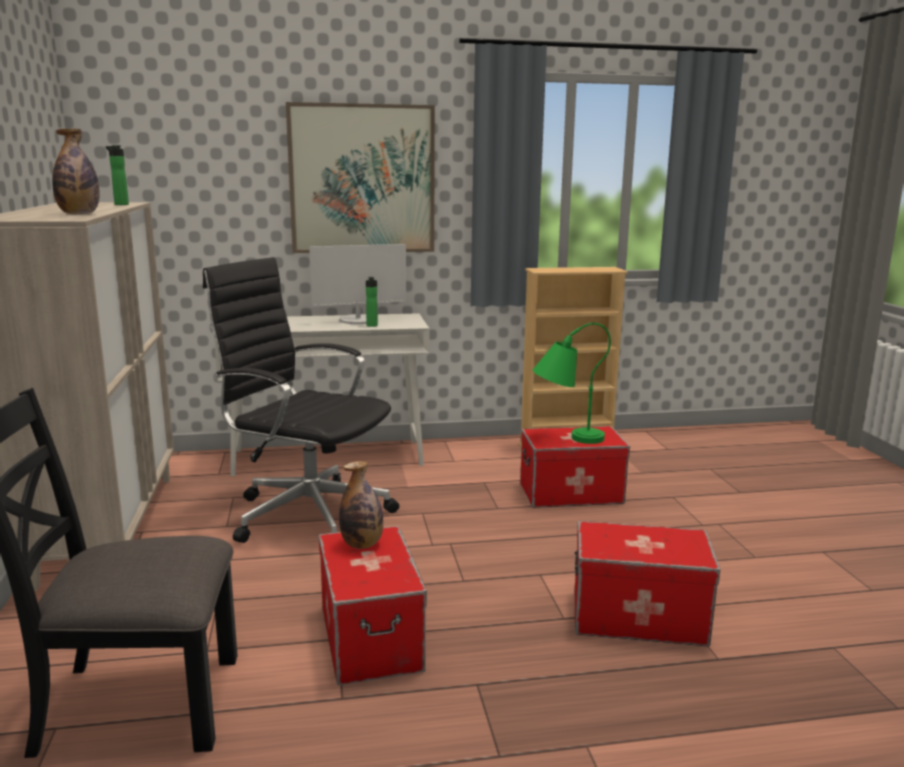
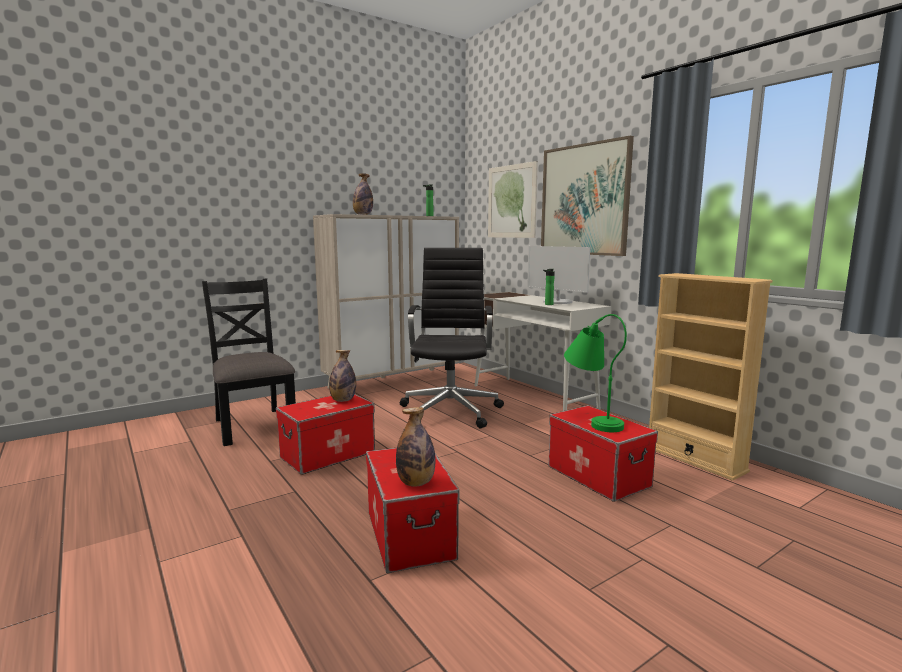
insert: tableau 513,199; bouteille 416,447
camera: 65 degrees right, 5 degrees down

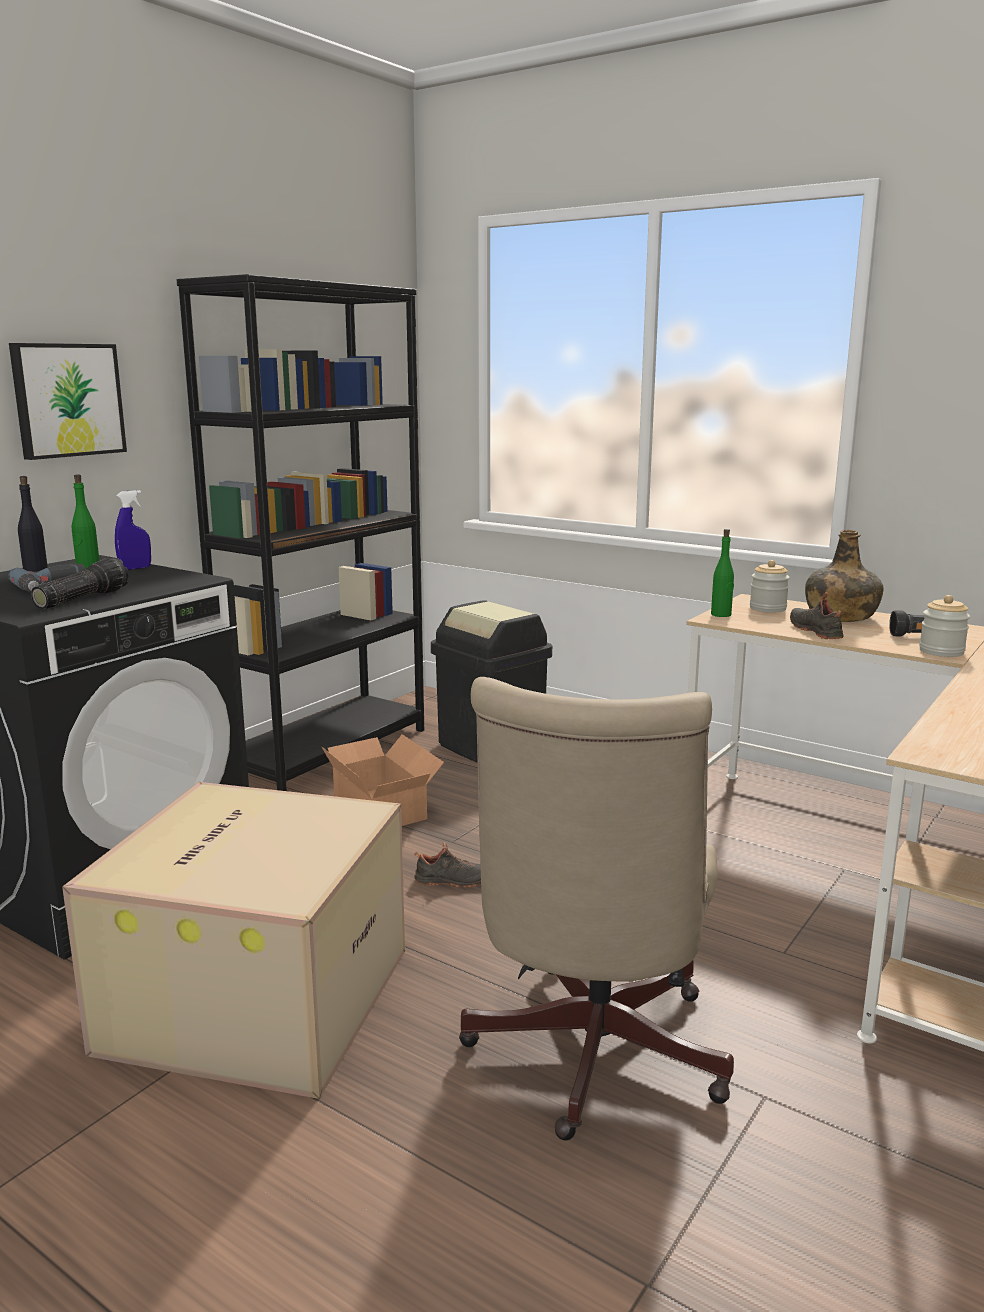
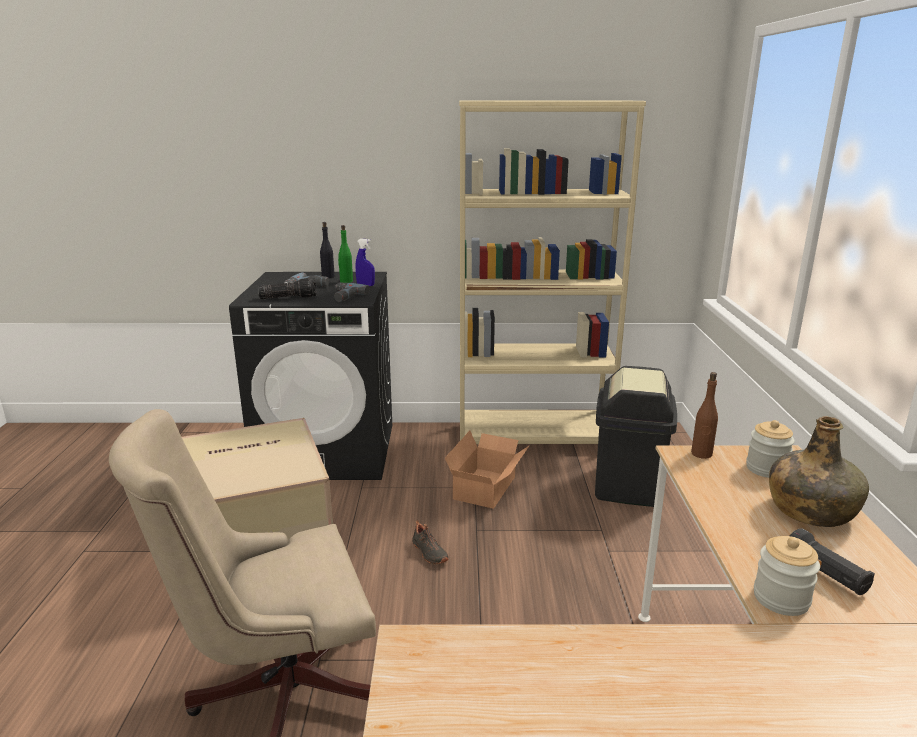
delete: tableau 68,401; chaussure [noir] 817,615
insert: perceuse 352,292
recolor: bibliothèque [noir] 300,532 to bibliothèque [beige] 552,272; bouteille [vert] 722,573 to bouteille [marron] 704,415
camera: 55 degrees right, 5 degrees up

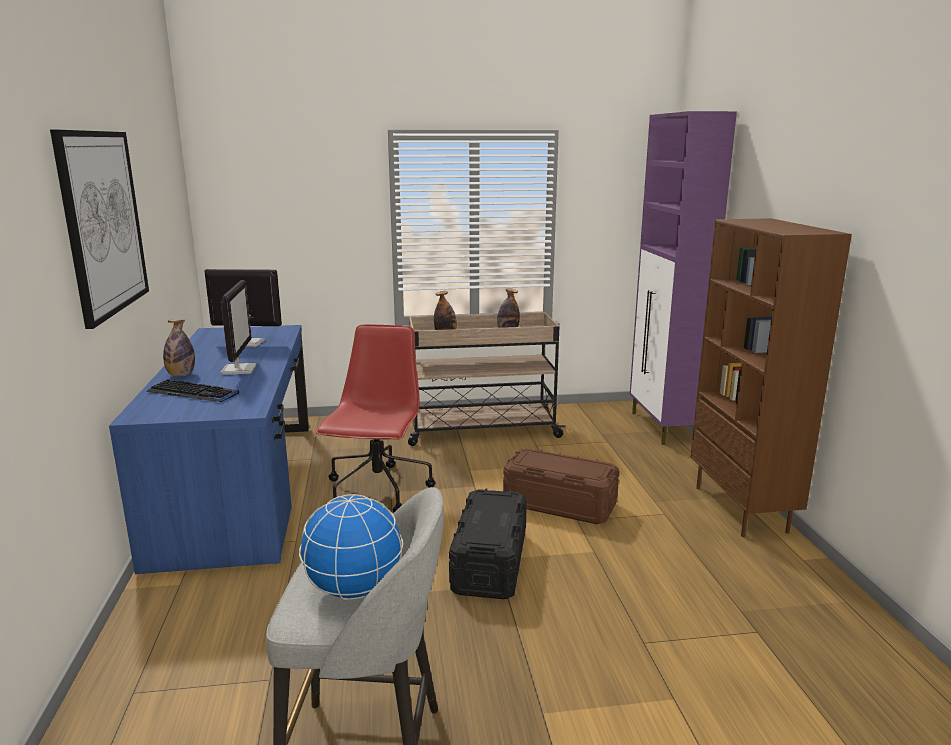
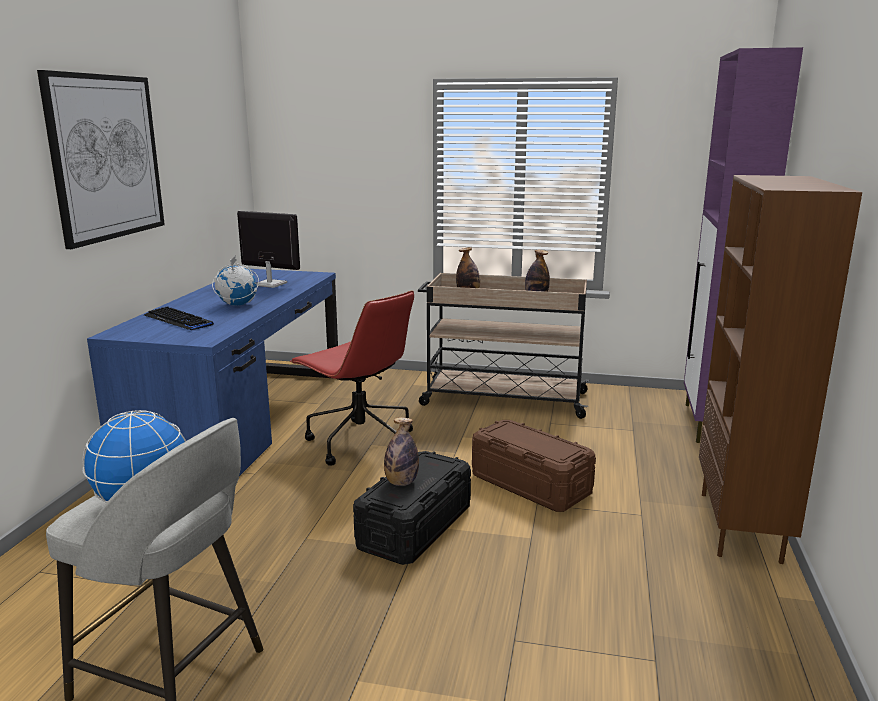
move: bouteille 179,347 to 401,451
replace: écran d'ordinateur 239,327 to globe 235,280
rotate: chaise de bureau [rouge] 376,418 = 352,377 105 degrees clockwise
camera: 20 degrees right, 0 degrees up

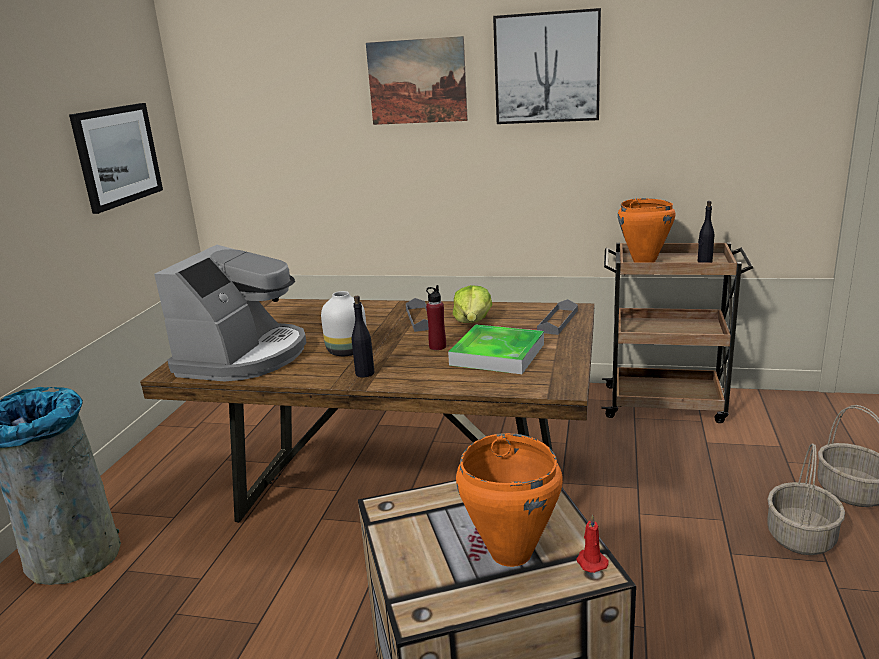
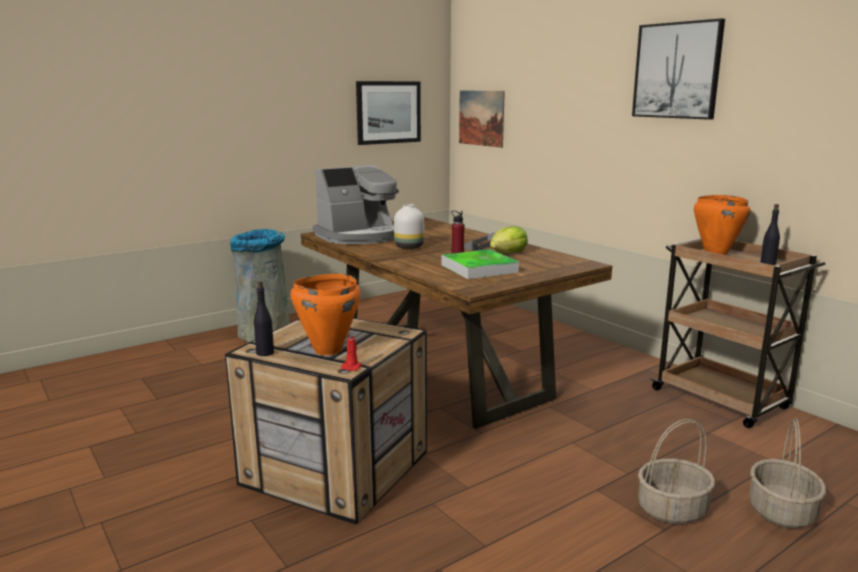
delete: plateau [gris] 557,317
move: tableau 417,80 to 482,119; bouteille [noir] 363,336 to 264,318
camera: 40 degrees right, 5 degrees down

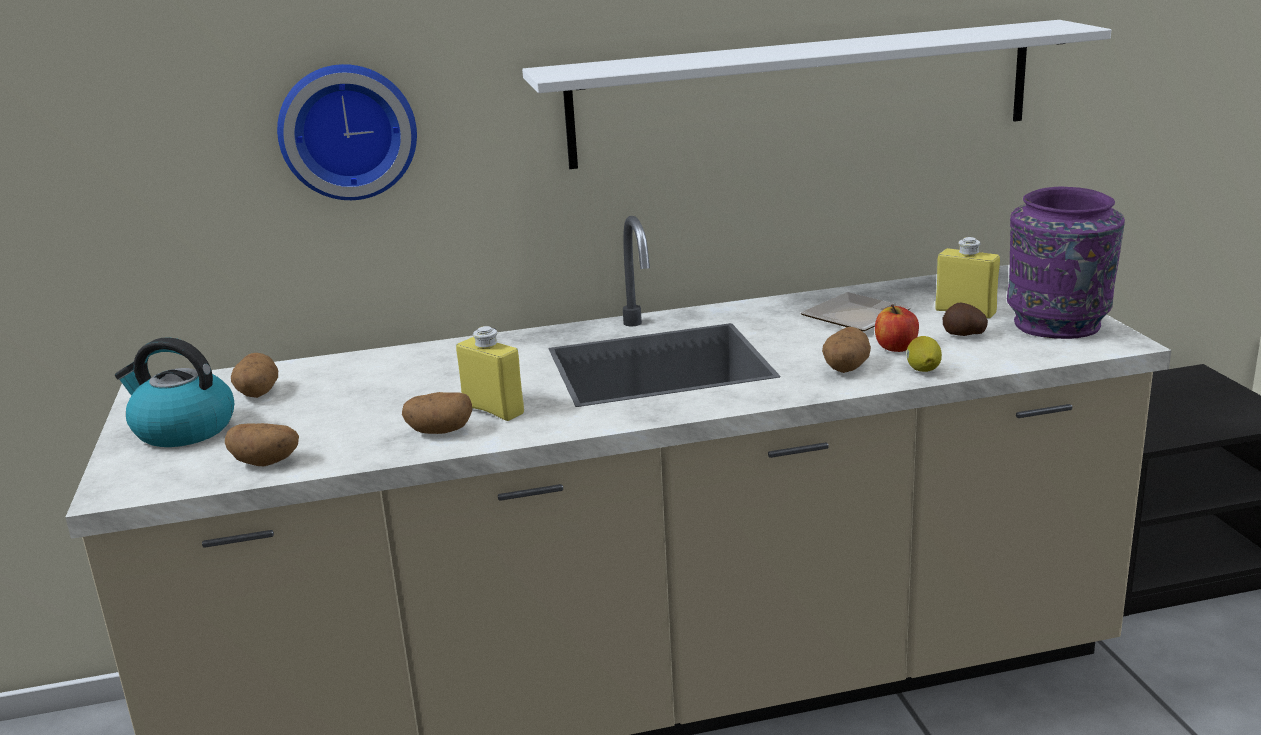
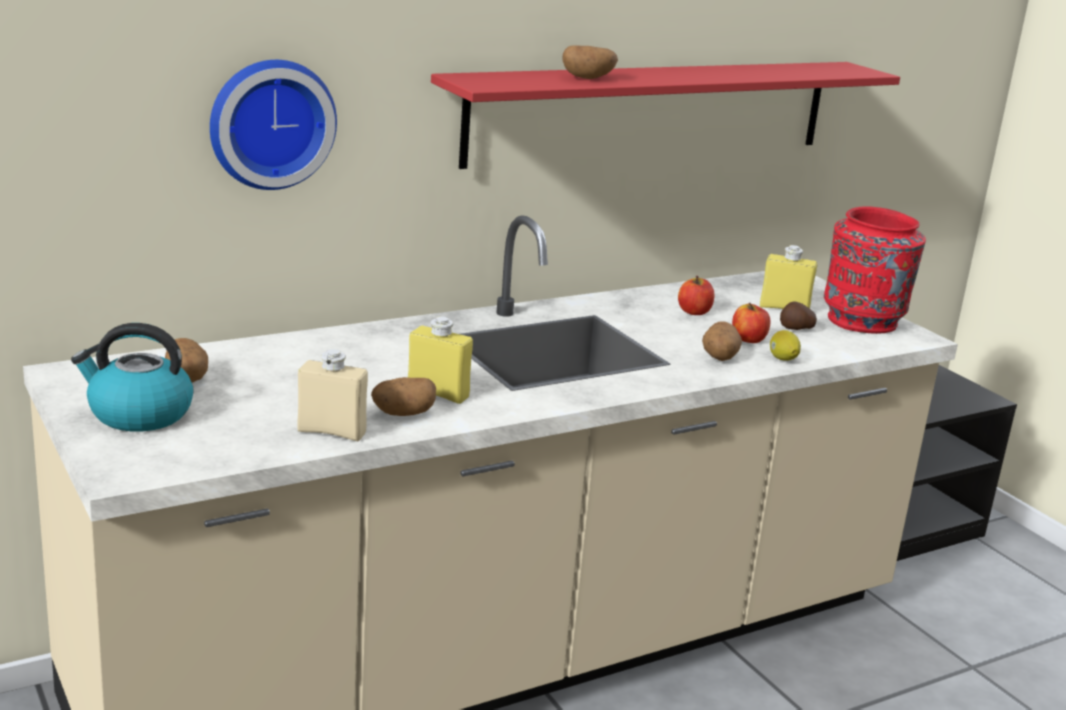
insert: bouteille [beige] 332,395
move: pomme de terre 262,444 to 590,62
replace: assiette 855,311 to pomme 696,295
recolor: étagère [blanc] 816,94 to étagère [rouge] 665,115; vase [violet] 1066,263 to vase [rouge] 875,270
camera: 20 degrees left, 0 degrees up

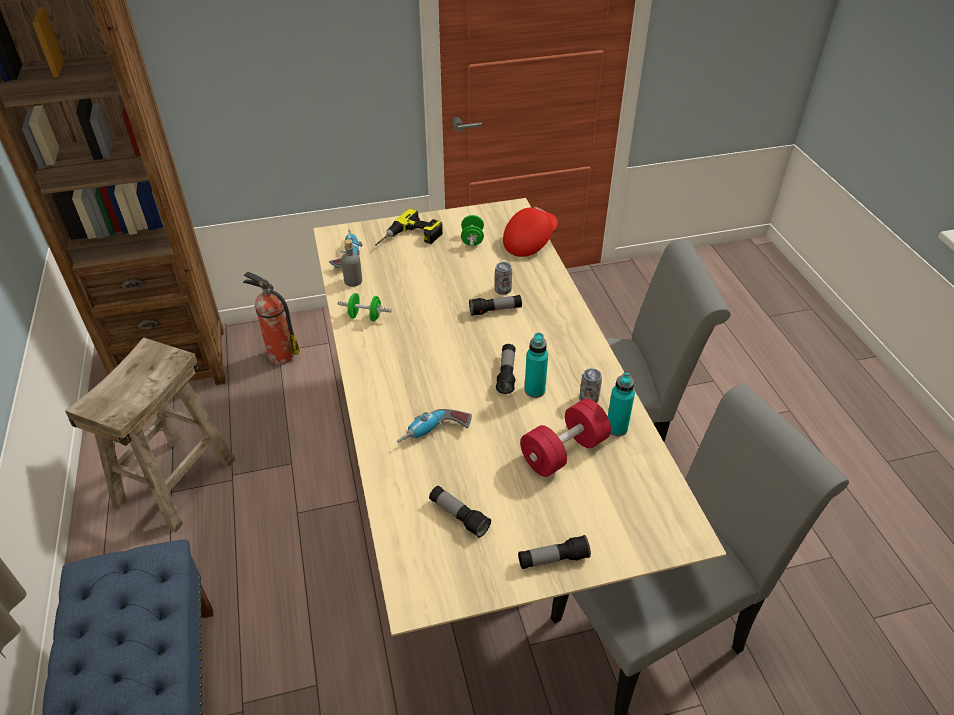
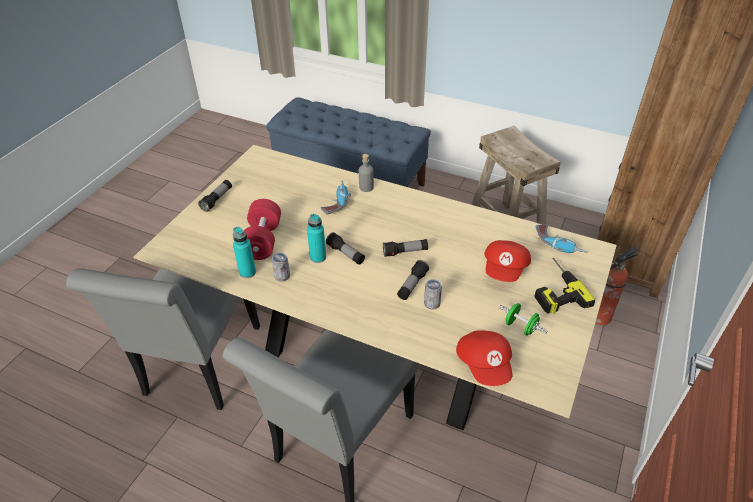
delete: haltère [vert] 365,307
insert: casquette [rouge] 507,261
move: bouteille [gris] 351,263 to 366,173; lampe de poche 460,512 to 405,248
camera: 130 degrees right, 0 degrees up

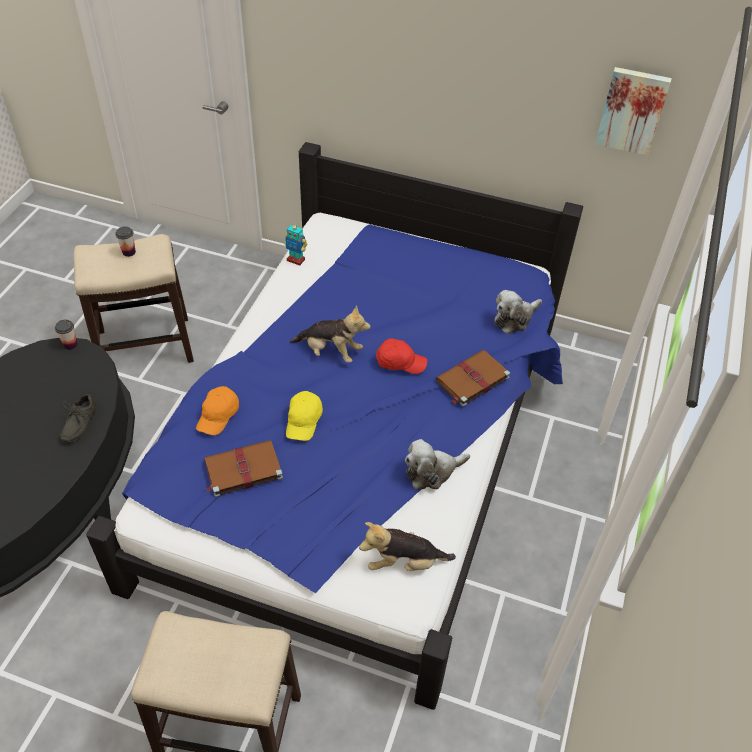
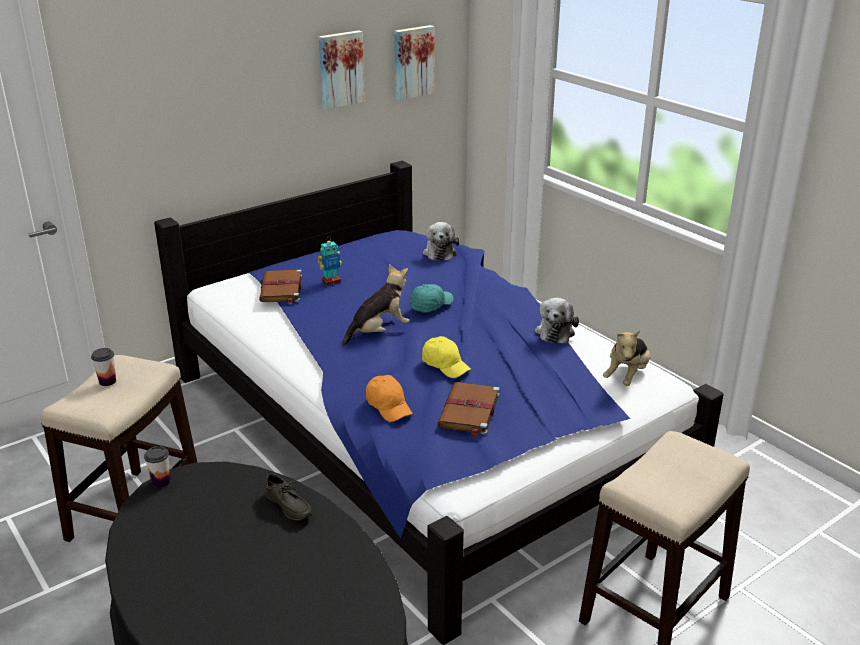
insert: tableau 342,70
move: robot jouet 295,244 to 330,261; livre [marron] 473,378 to 280,286
recolor: casquette [rouge] 401,356 to casquette [turquoise] 431,298
camera: 55 degrees left, 20 degrees down

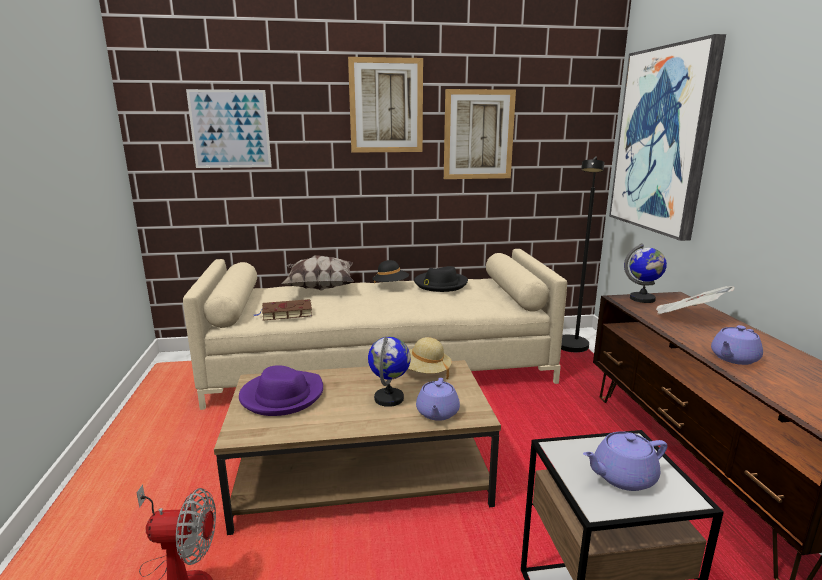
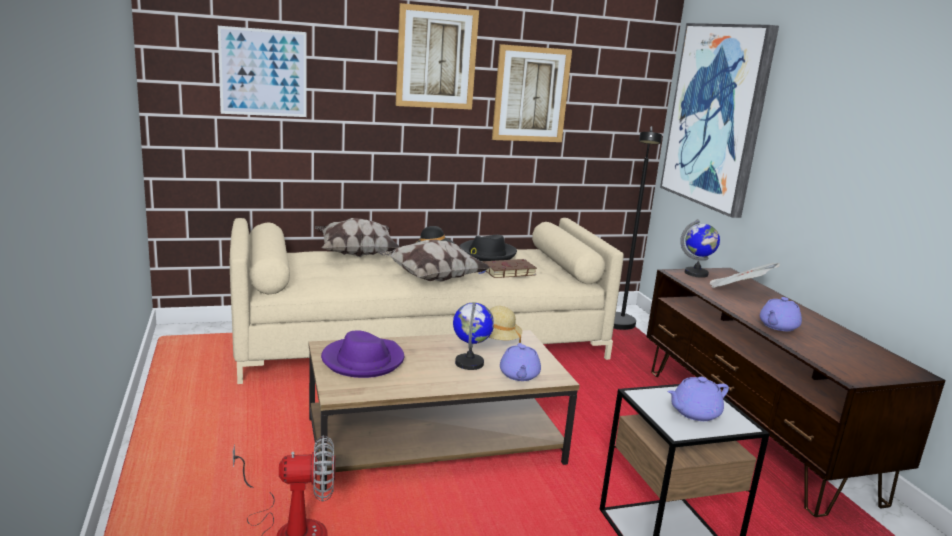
insert: coussin 433,261
move: livre [marron] 283,310 to 507,268
camera: 10 degrees left, 0 degrees up

